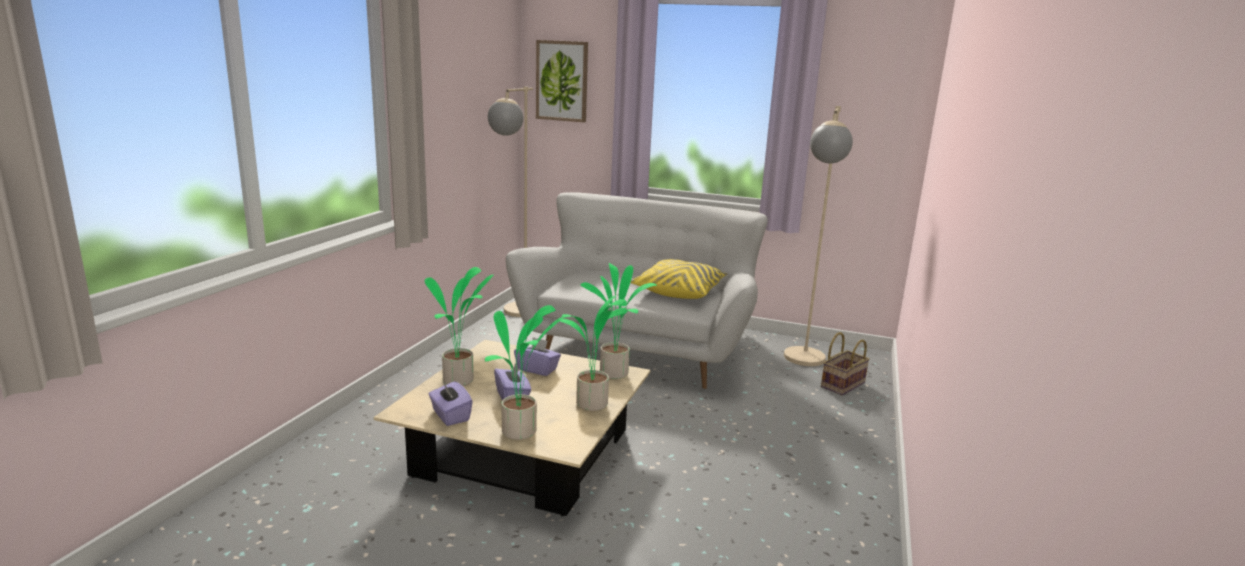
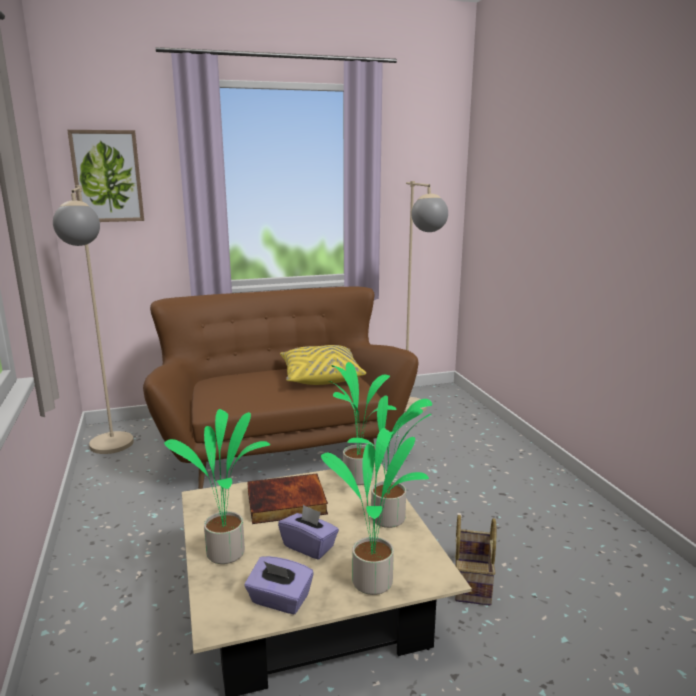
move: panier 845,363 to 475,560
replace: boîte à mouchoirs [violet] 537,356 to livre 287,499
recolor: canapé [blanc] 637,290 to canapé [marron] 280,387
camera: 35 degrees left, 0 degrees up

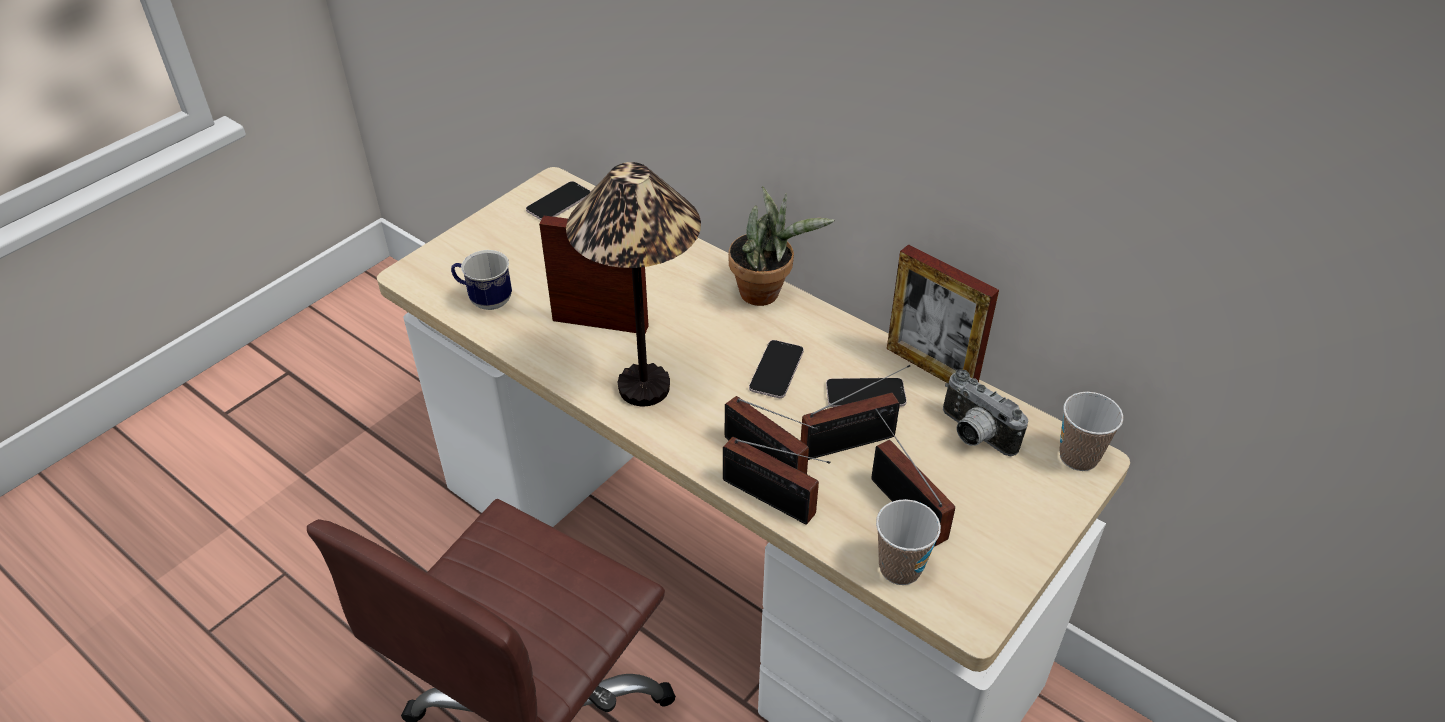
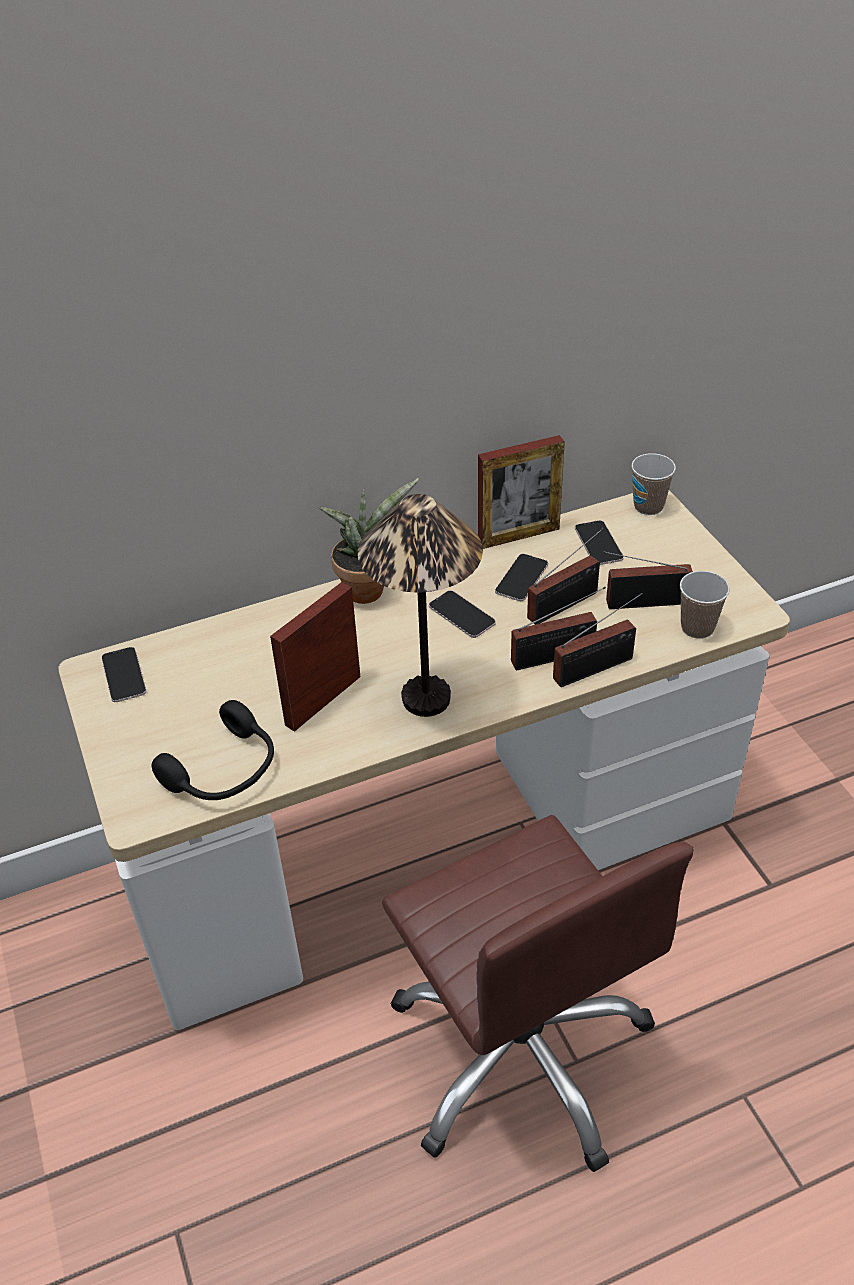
replace: mug 481,280 to casque audio [noir] 213,750; appareil photo 985,412 to téléphone 599,542
rotate: radio 855,412 = 565,576 45 degrees clockwise
camera: 60 degrees left, 0 degrees up

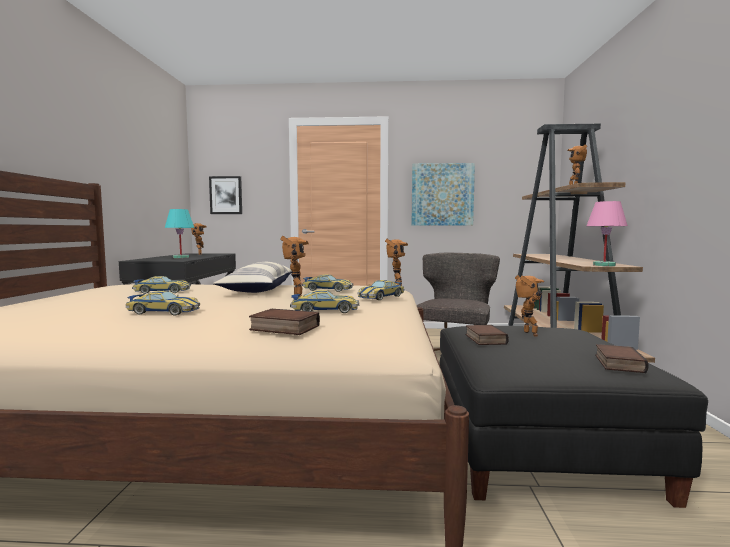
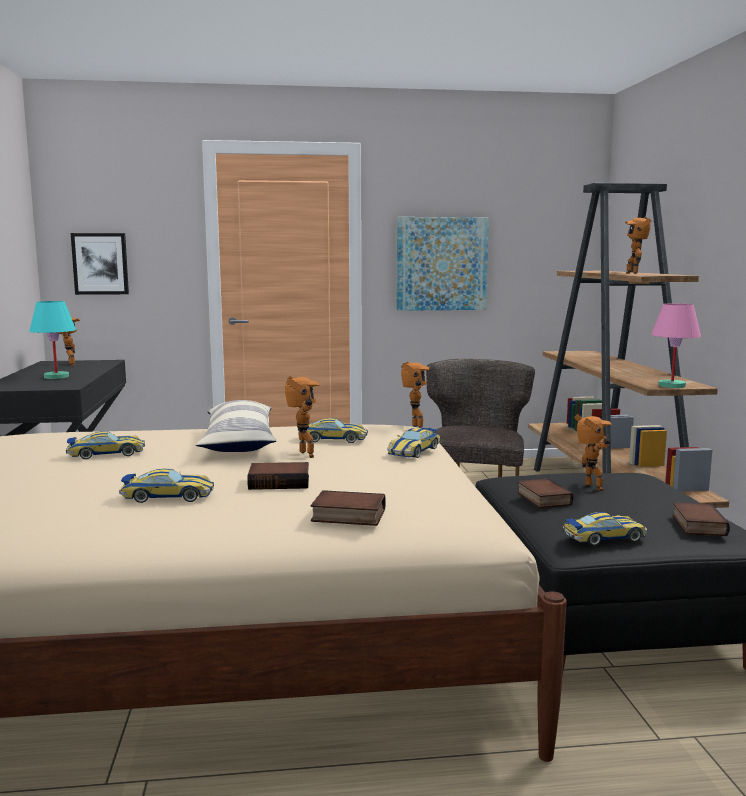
insert: livre 278,476
move: petite voiture 324,301 to 605,529
camera: 10 degrees left, 5 degrees up

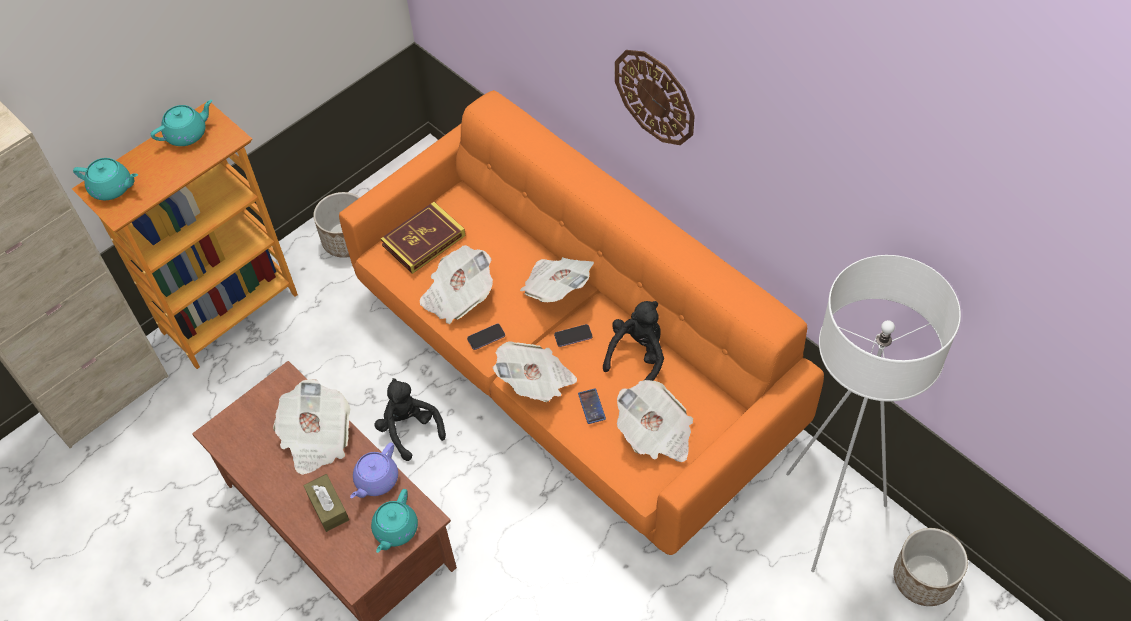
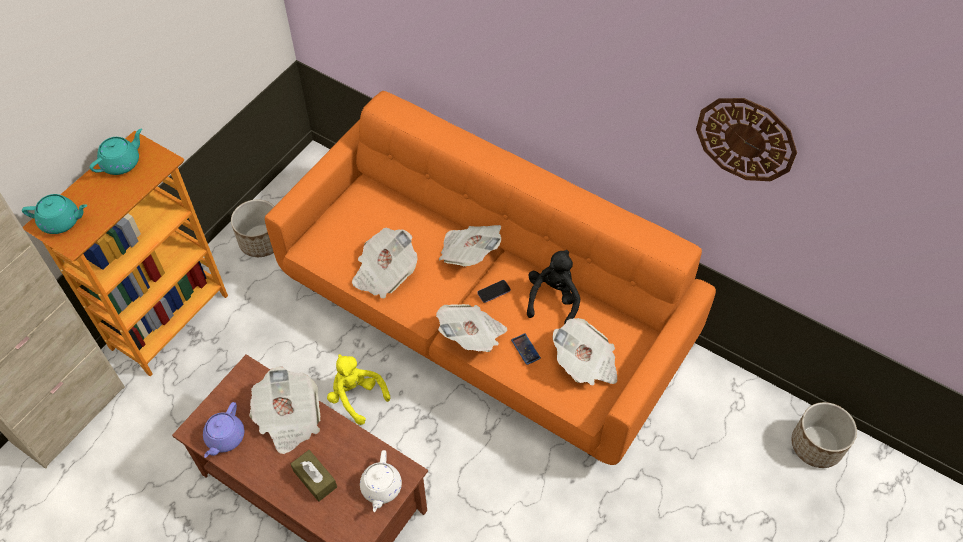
delete: livre 423,238; lampadaire [blanc] 873,413; téléphone 486,337
move: horloge murale 655,97 to 746,139; théière [violet] 374,470 to 223,430
recolor: peluche [noir] 410,419 to peluche [jaune] 358,389; théière [turquoise] 394,521 to théière [blanc] 381,481
camera: 15 degrees left, 0 degrees up

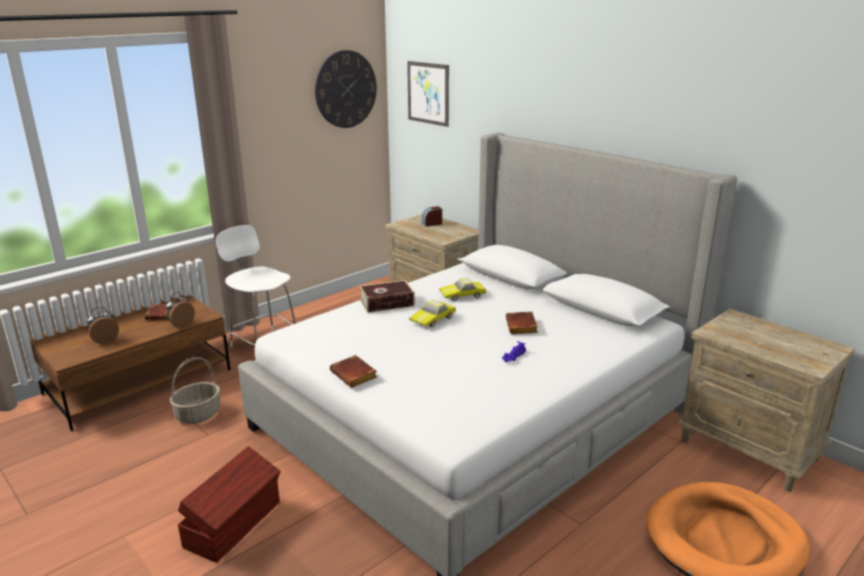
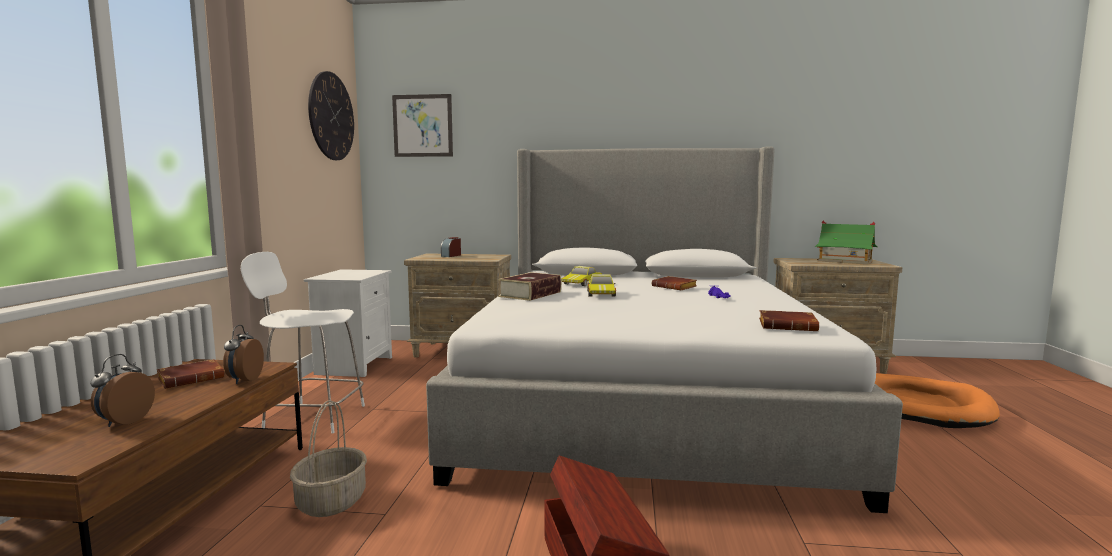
insert: maison miniature 846,242; table de chevet [blanc] 348,323
move: livre [marron] 353,371 to 789,320
camera: 40 degrees left, 15 degrees down

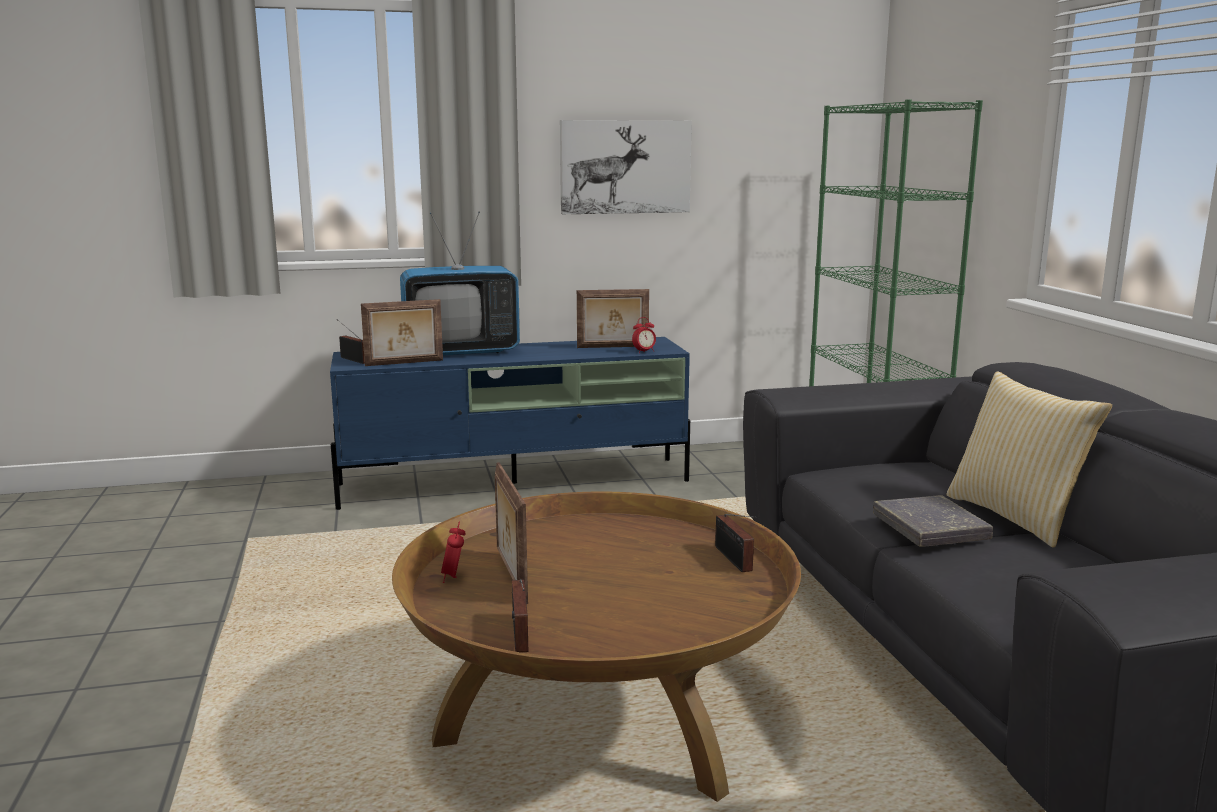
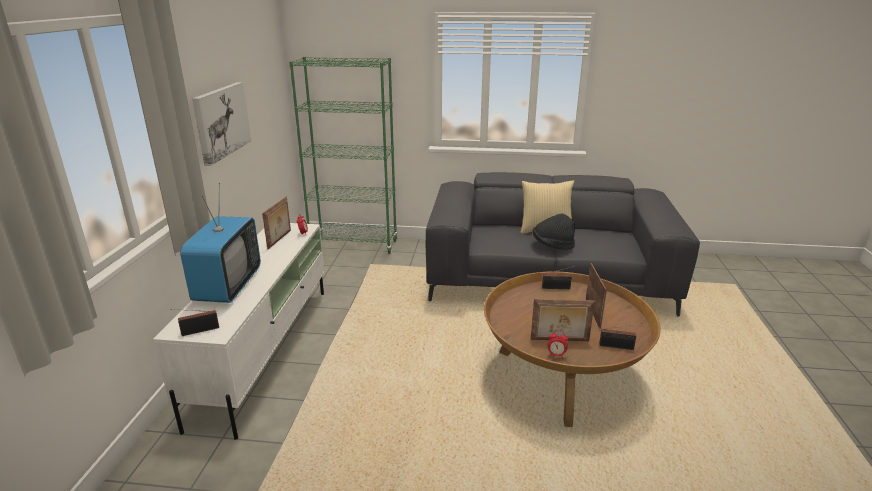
move: cadre photo 402,332 to 596,296
replace: livre [gris] 933,521 to chapeau [noir] 553,232
recolor: meuble télé [bleu] 510,423 to meuble télé [blanc] 239,331
camera: 70 degrees left, 10 degrees up

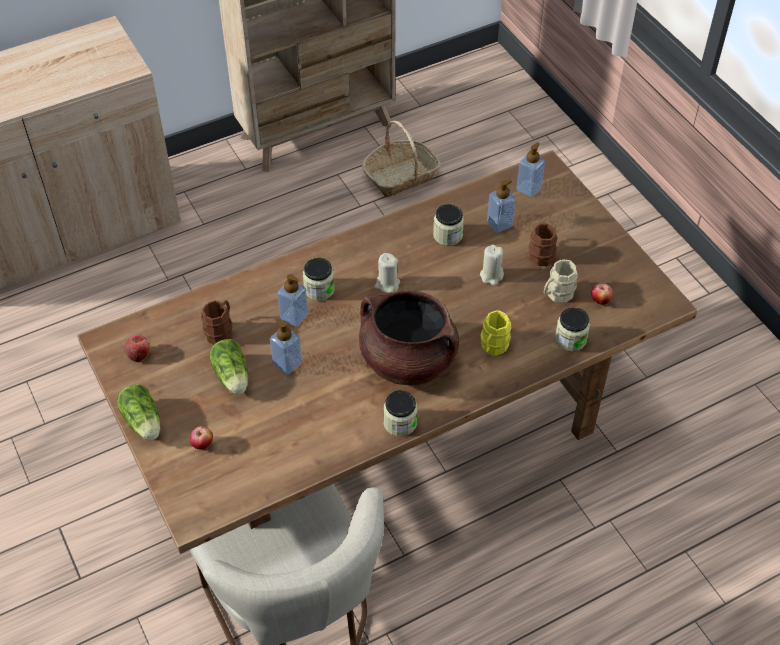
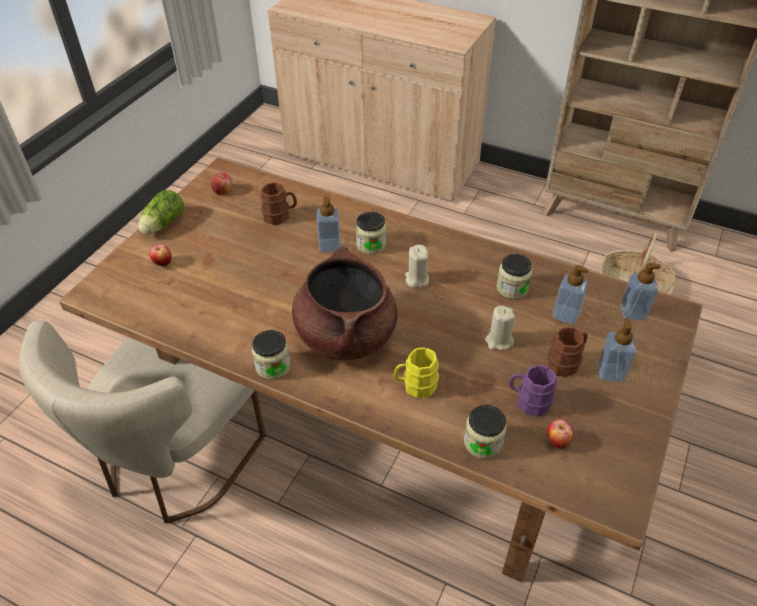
delete: laitue 228,367
move: distributeur de savon 286,347 to 617,350
recolor: mug [beige] 561,281 to mug [violet] 533,391
camera: 55 degrees right, 5 degrees down

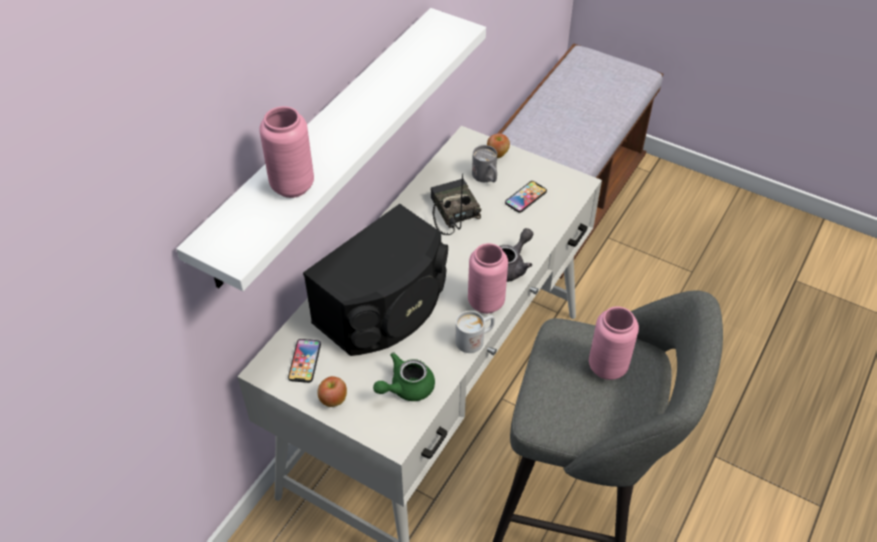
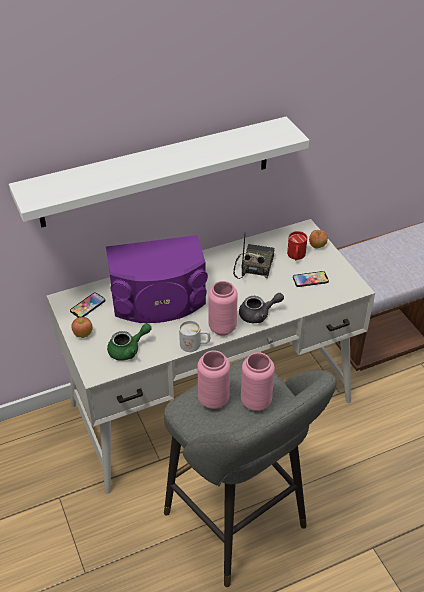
move: vase [rose] 286,152 to 213,379
recolor: mug [gris] 484,163 to mug [rouge] 297,245; enceinte [noir] 375,280 to enceinte [violet] 157,279
rotate: théière [vert] 404,377 = 129,342 150 degrees clockwise
camera: 35 degrees right, 5 degrees down

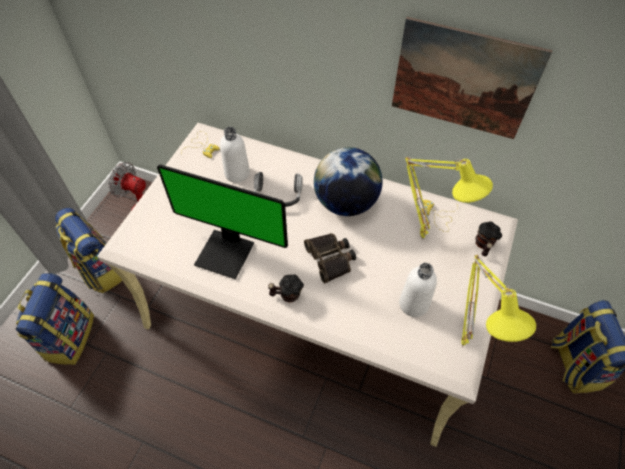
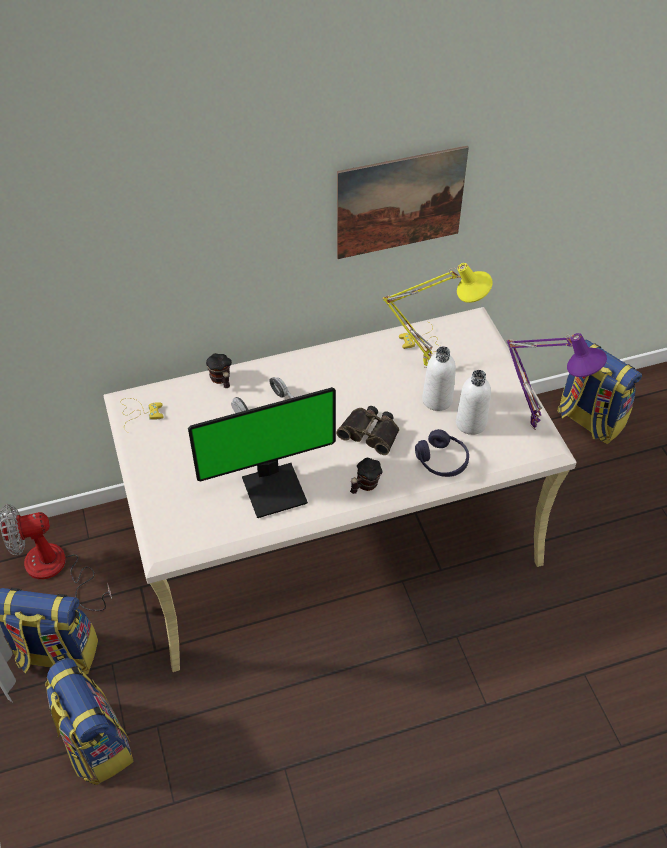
delete: globe 348,181
insert: casque audio [violet] 442,453
move: bouteille [blanc] 235,155 to 439,378; mug 489,238 to 219,371
recolor: lampe de table [jaune] 498,301 to lampe de table [violet] 556,381
camera: 40 degrees left, 5 degrees down

